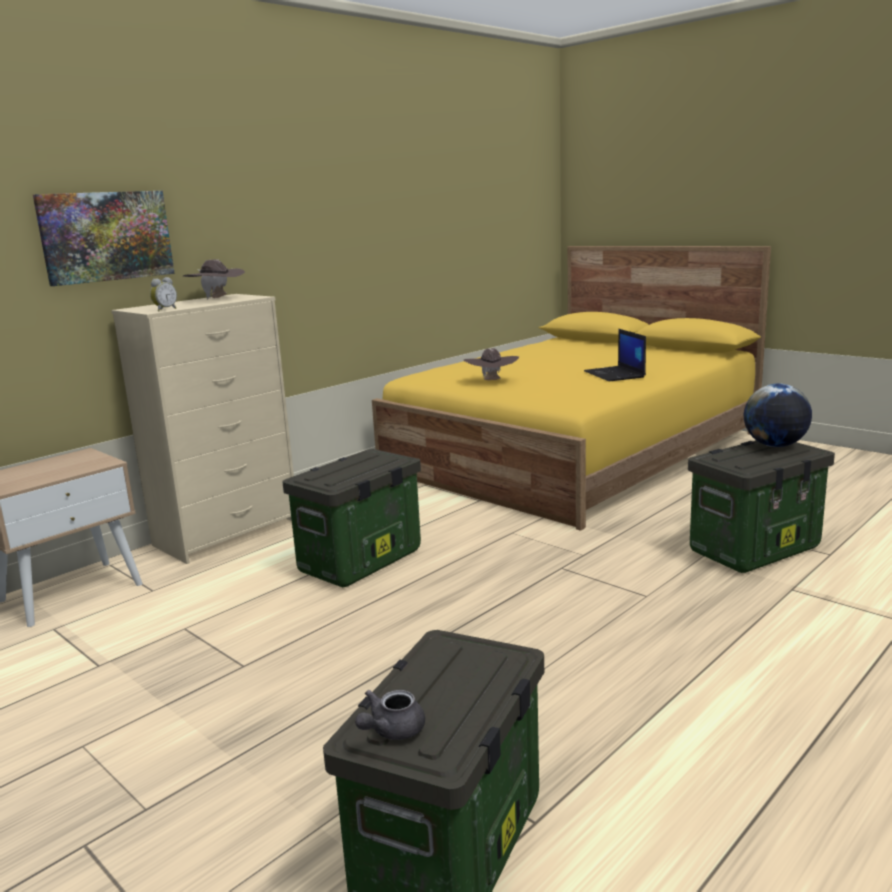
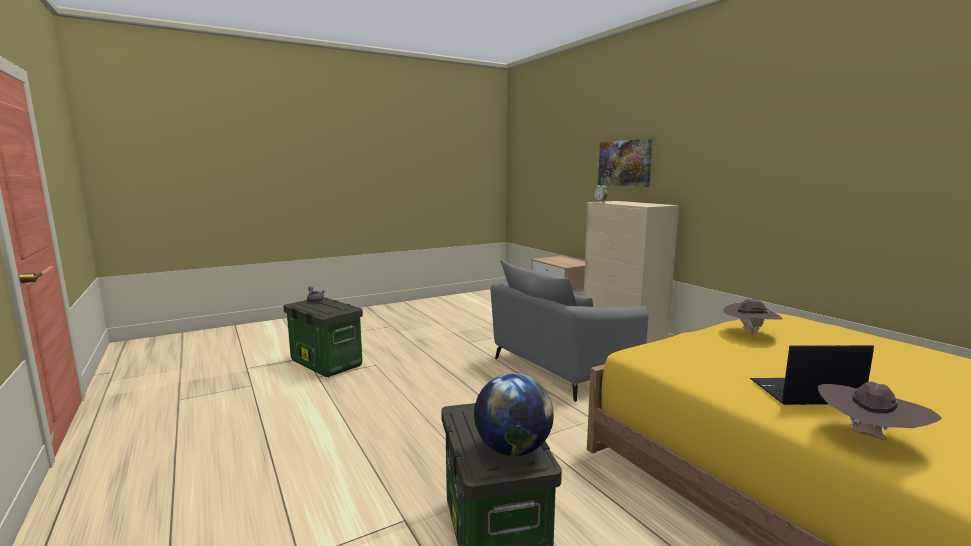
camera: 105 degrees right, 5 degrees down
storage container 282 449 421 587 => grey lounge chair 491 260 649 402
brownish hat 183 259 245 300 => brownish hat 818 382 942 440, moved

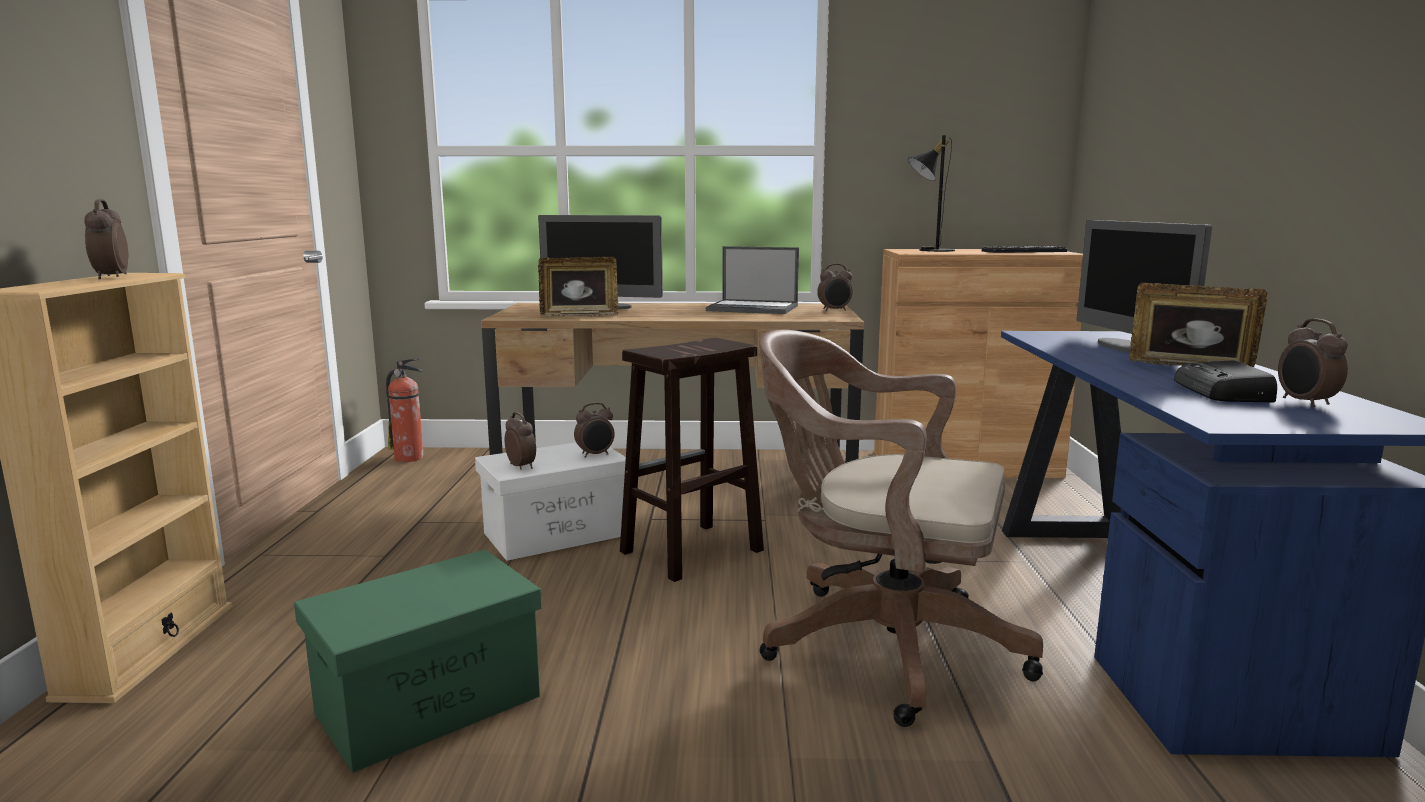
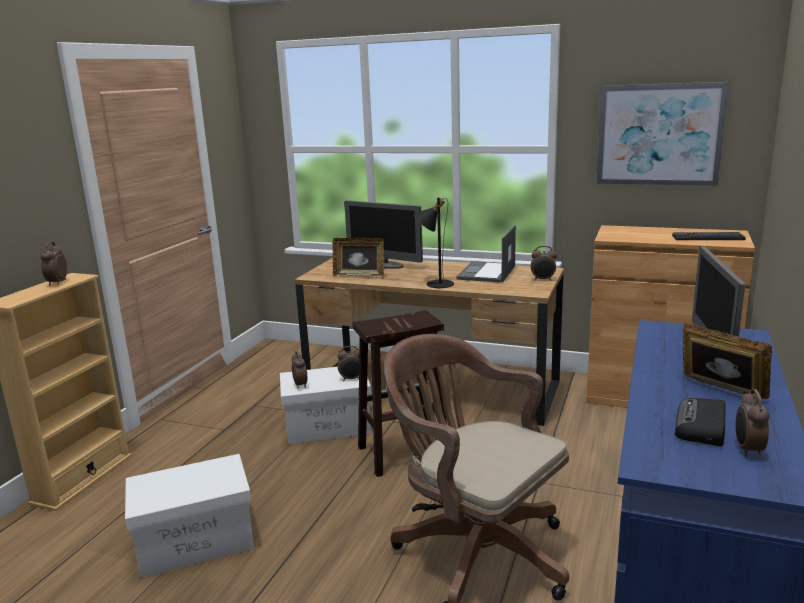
camera: 20 degrees right, 5 degrees up
green-coloured storage container 294 549 542 773 => whitish storage container 125 454 254 578
blackish tabletop lamp 908 135 955 252 => blackish tabletop lamp 414 197 454 288, moved
portable computer 706 246 799 314 => portable computer 457 225 516 283, 75 degrees clockwise
nothing => picture 597 82 729 186
extinguisher 386 358 424 462 => nothing

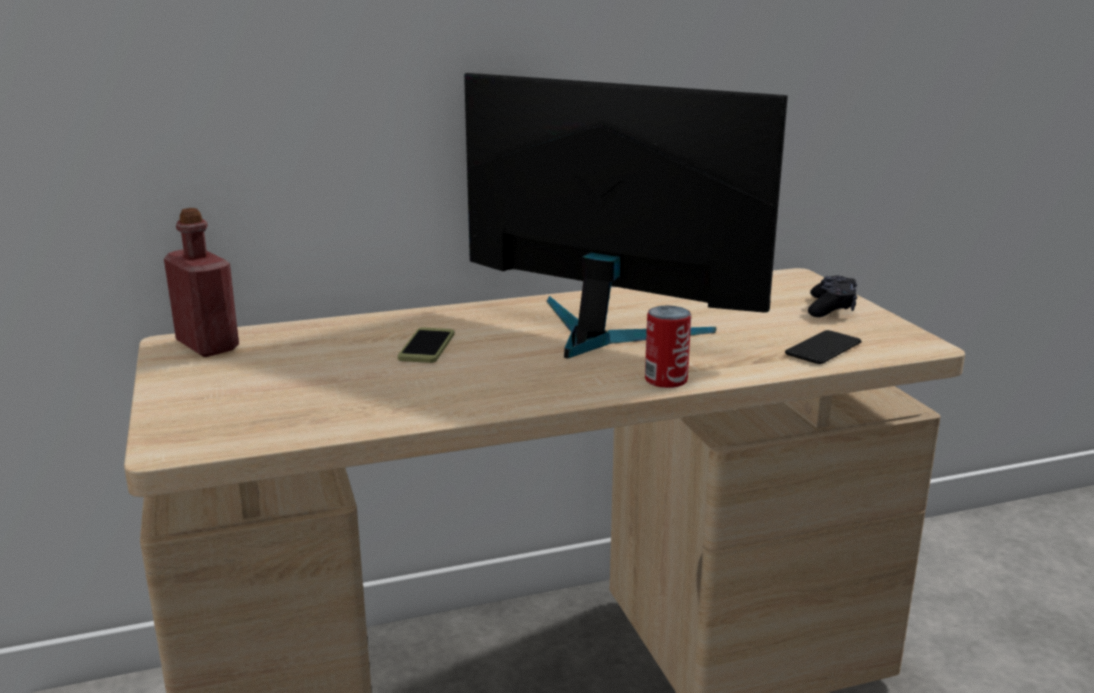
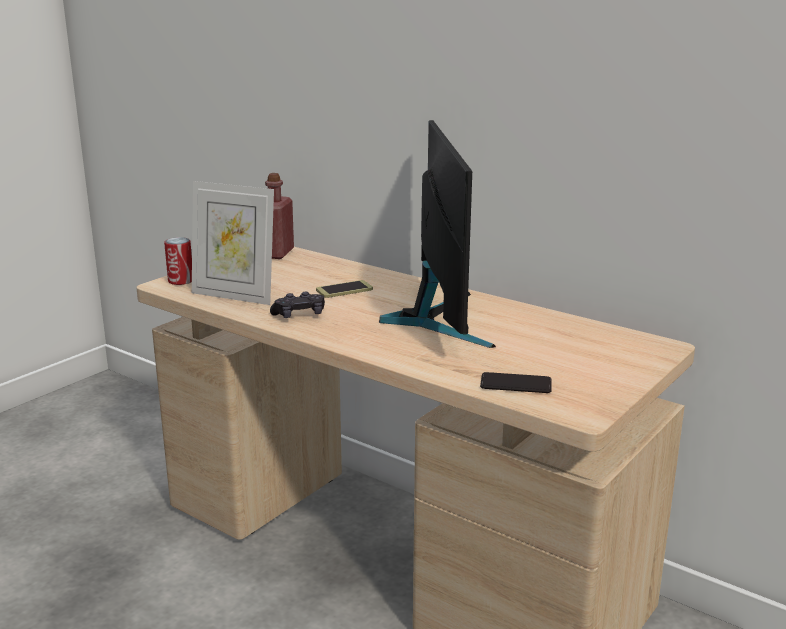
camera: 55 degrees right, 0 degrees up
sealed can 645 306 691 388 => sealed can 164 237 192 285, moved
nothing => photo frame 192 181 274 305
blackish game controller 808 276 857 317 => blackish game controller 270 292 325 318, moved

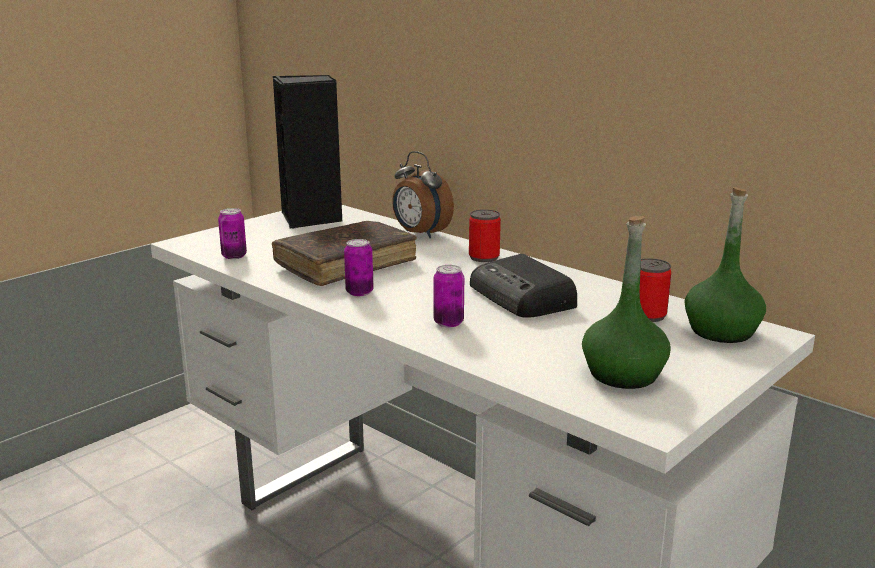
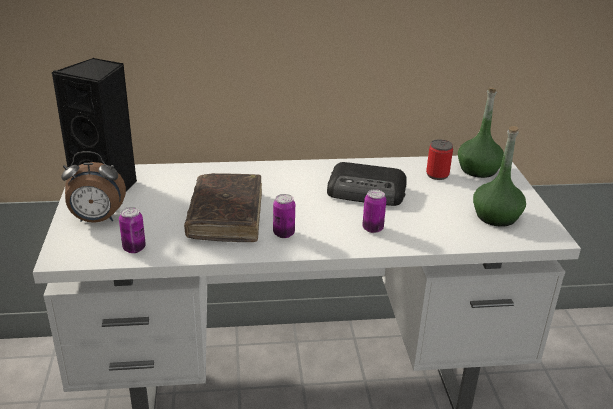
camera: 50 degrees left, 10 degrees up
table clock 392 151 454 238 => table clock 61 151 126 223, moved
sealed can 469 209 501 262 => nothing

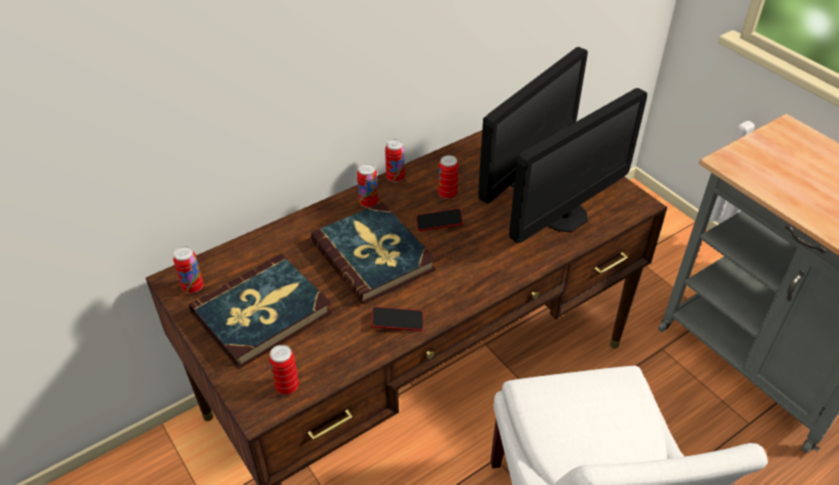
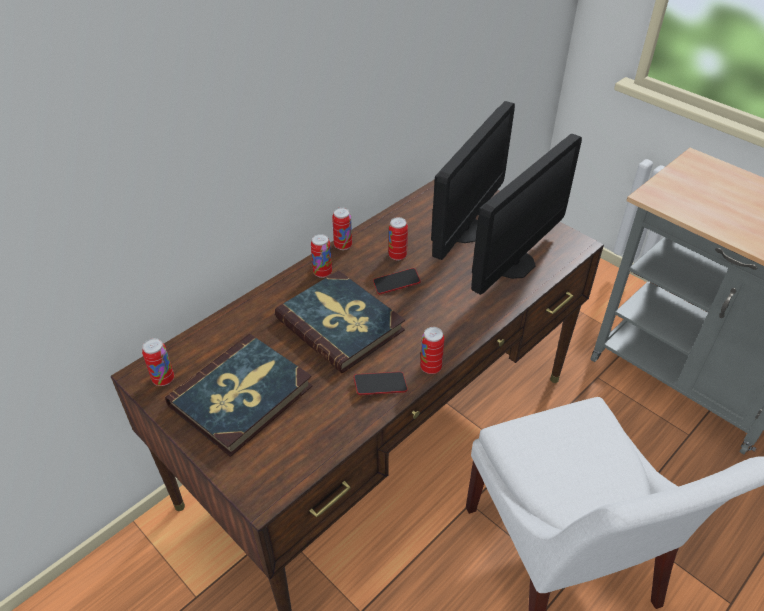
camera: 10 degrees left, 0 degrees up
sealed can 269 345 299 395 => sealed can 420 327 444 374, moved

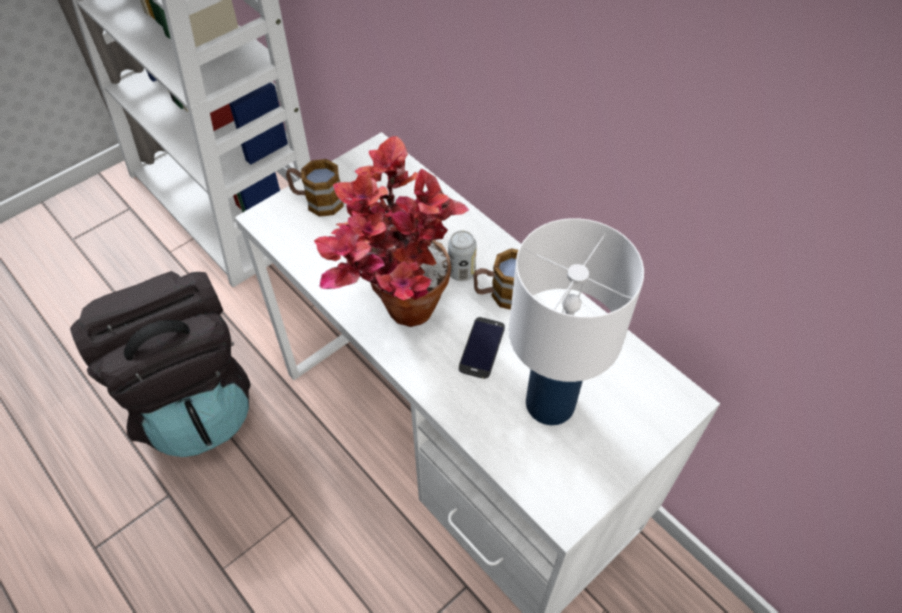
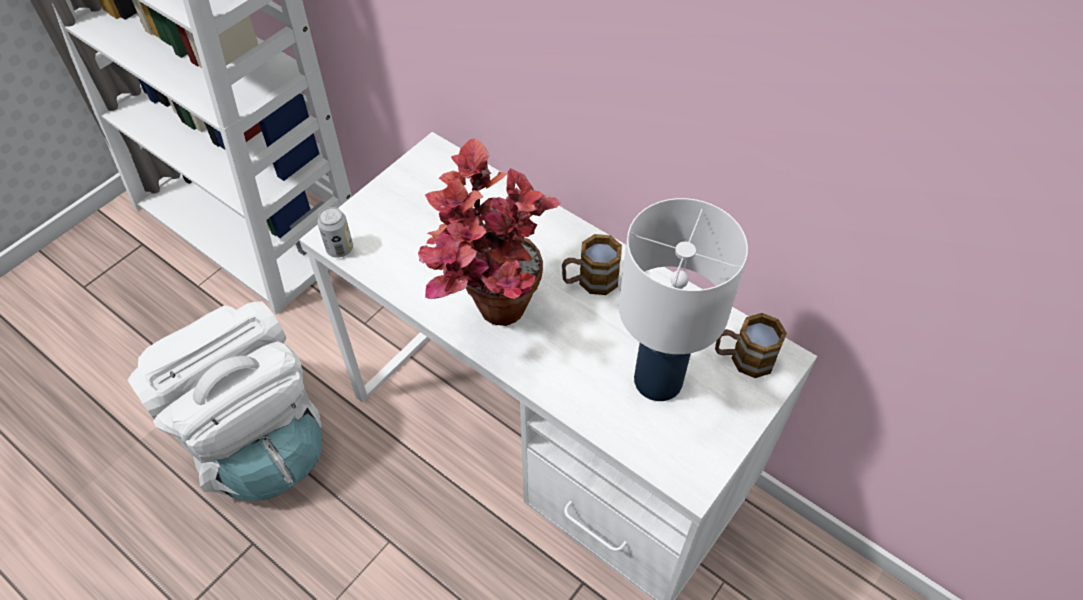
camera: 10 degrees left, 0 degrees up
blackish backpack 70 271 251 457 => whitish backpack 128 301 322 501
sealed can 448 231 477 281 => sealed can 317 207 353 258, moved
tea mug 286 159 344 217 => tea mug 715 313 787 378, moved
phone 459 317 505 379 => nothing

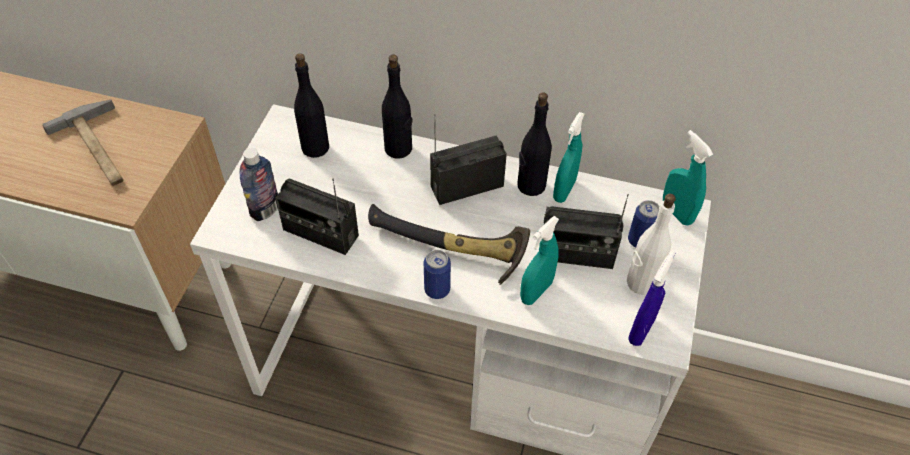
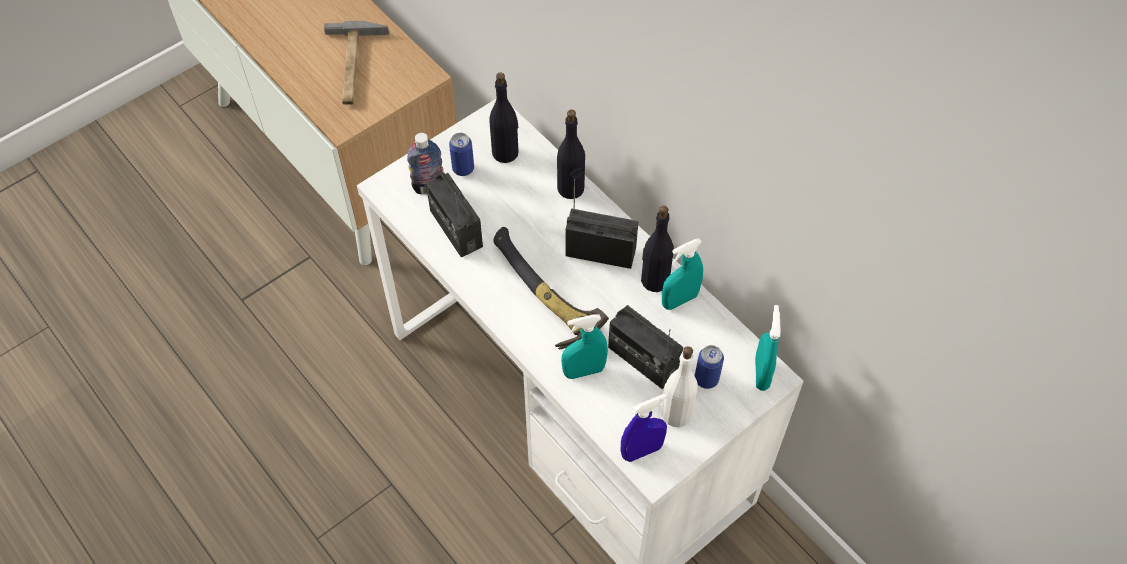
camera: 35 degrees right, 5 degrees up
sealed can 424 250 451 299 => sealed can 449 133 474 176, moved

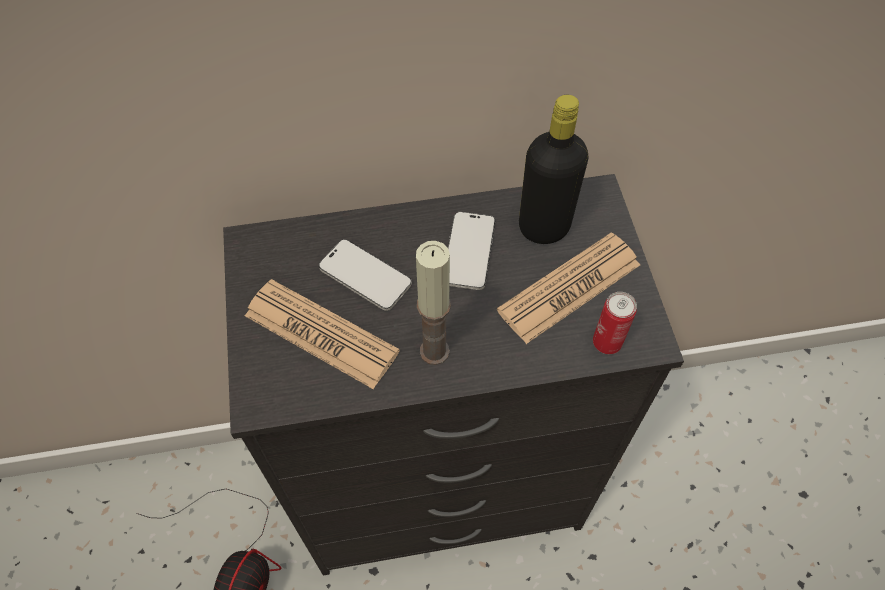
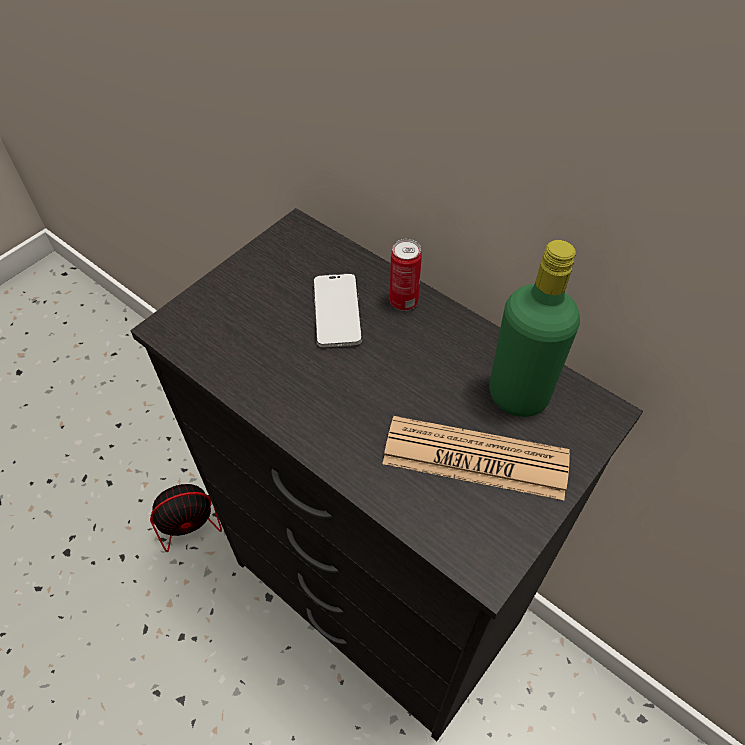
camera: 50 degrees right, 5 degrees down
sealed can 593 292 637 354 => sealed can 390 239 422 311, moved
blackish bottle 519 95 589 244 => green-coloured bottle 489 240 580 417
daily paper 245 279 400 389 => nothing
candle 416 241 451 365 => nothing
phone 448 212 495 290 => nothing

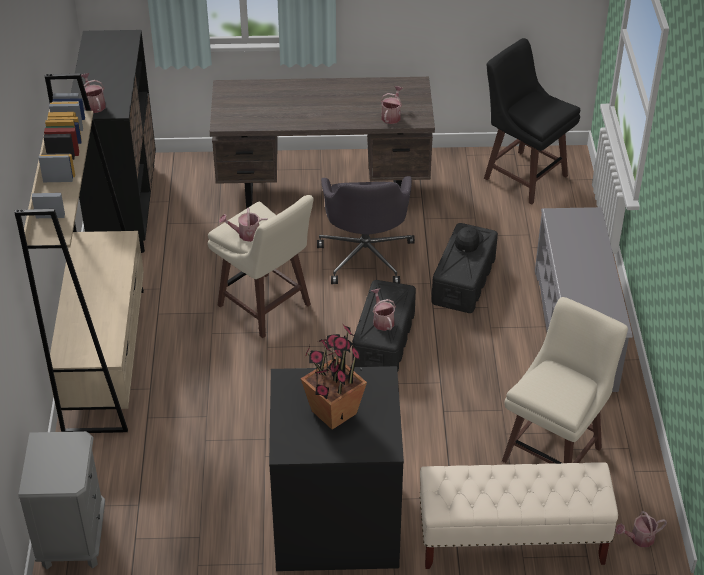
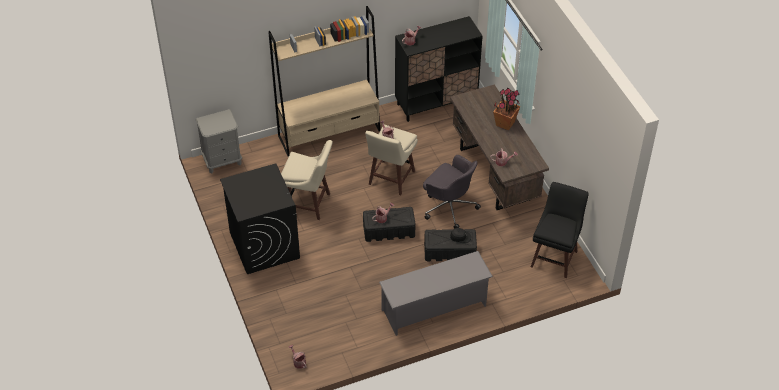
camera: 70 degrees right, 5 degrees up
beige-coloured stool 502 297 628 464 => beige-coloured stool 281 140 333 220, moved
grey office chair 317 176 415 284 => grey office chair 423 155 481 229, 120 degrees counterclockwise
plant in a pot 301 324 367 430 => plant in a pot 493 88 520 131, moved
beige-coloured bench 420 462 618 569 => nothing

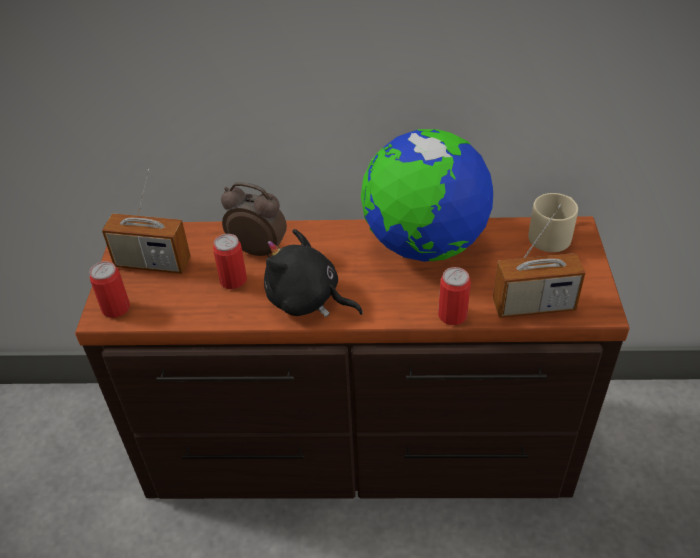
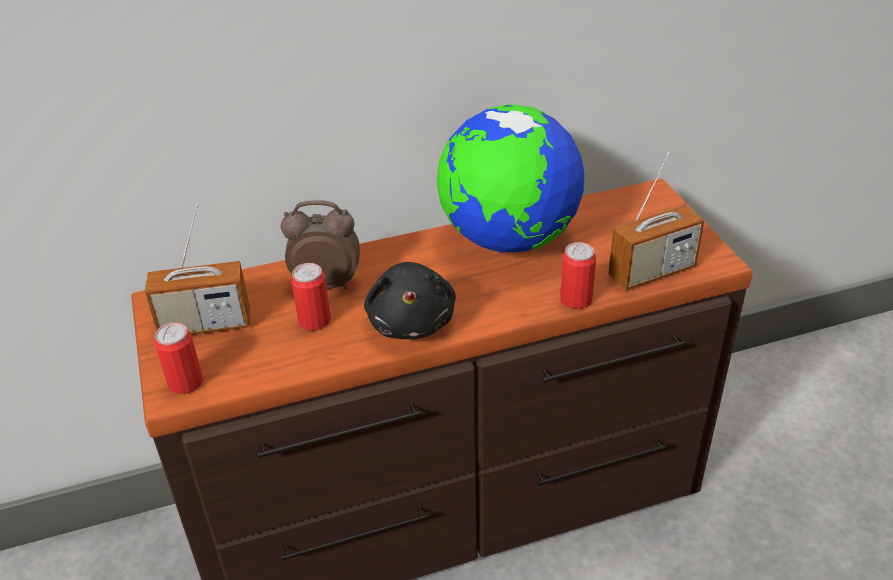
camera: 20 degrees left, 5 degrees down
blackish plush toy 264 229 363 317 => blackish plush toy 364 262 456 339, 105 degrees counterclockwise
beige-coloured tea mug 528 193 578 252 => nothing

